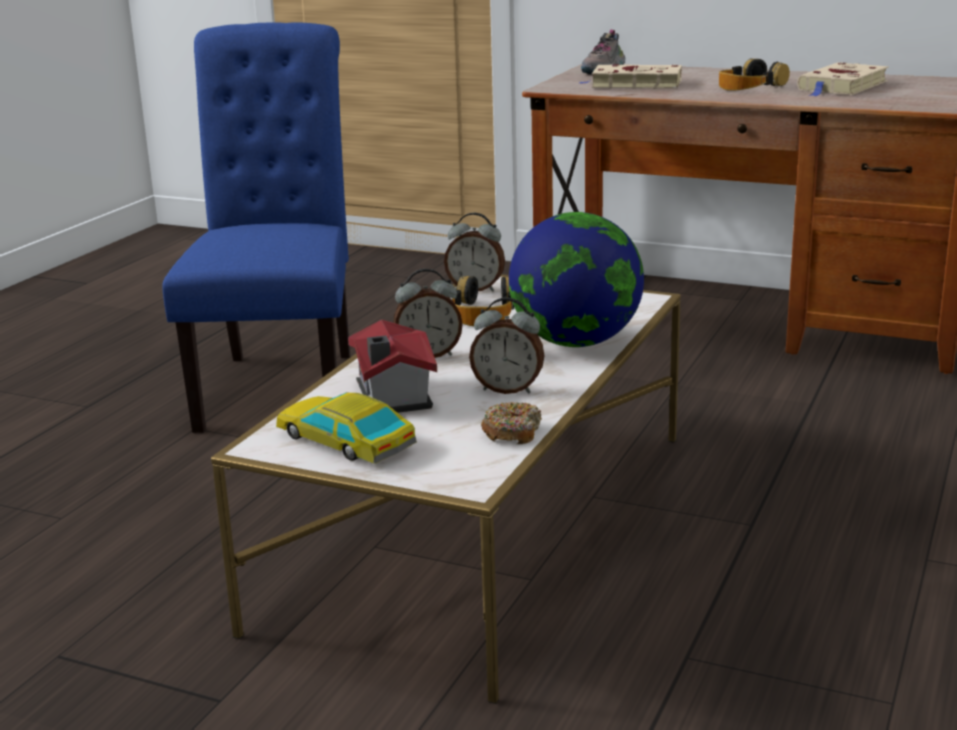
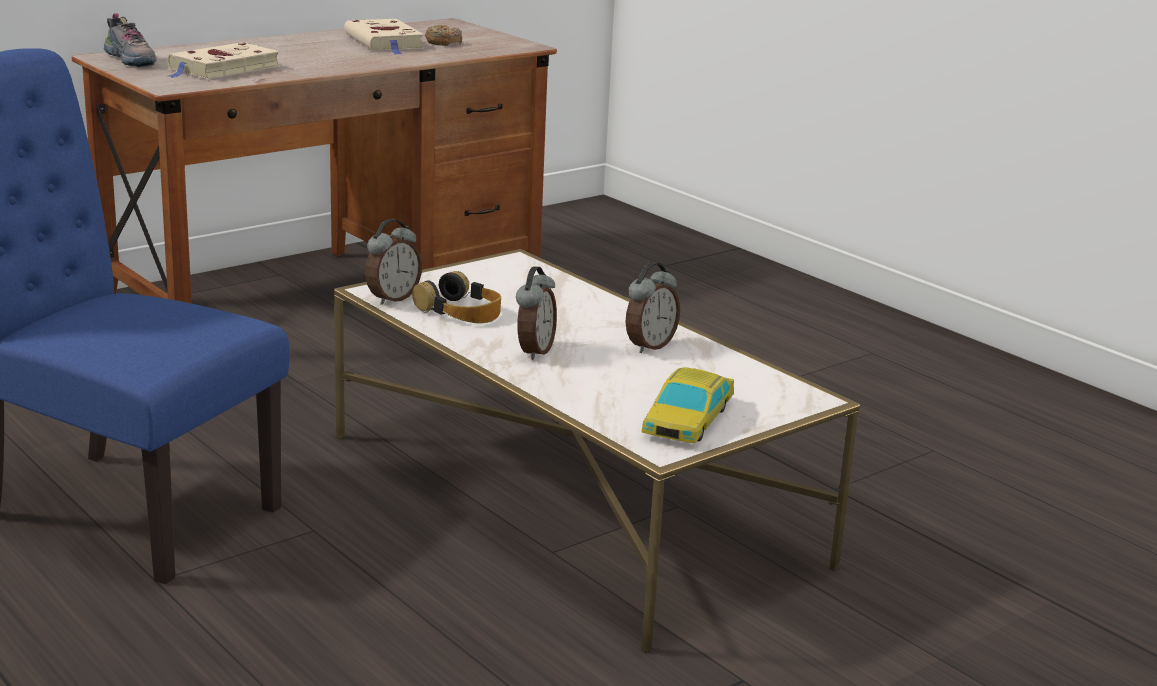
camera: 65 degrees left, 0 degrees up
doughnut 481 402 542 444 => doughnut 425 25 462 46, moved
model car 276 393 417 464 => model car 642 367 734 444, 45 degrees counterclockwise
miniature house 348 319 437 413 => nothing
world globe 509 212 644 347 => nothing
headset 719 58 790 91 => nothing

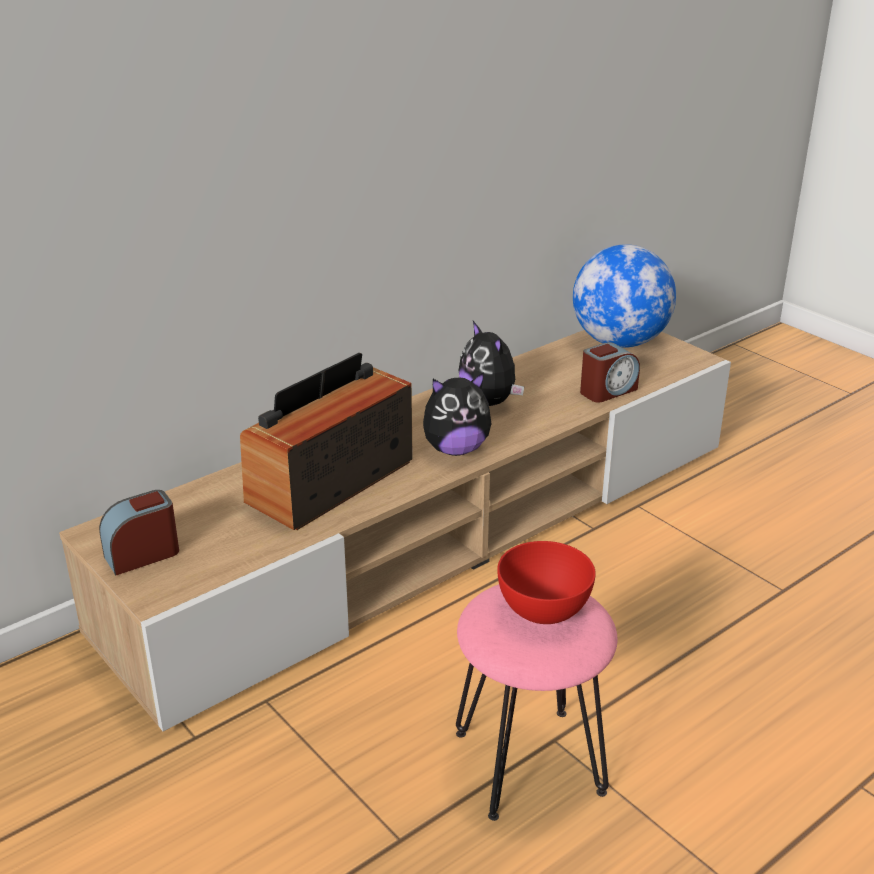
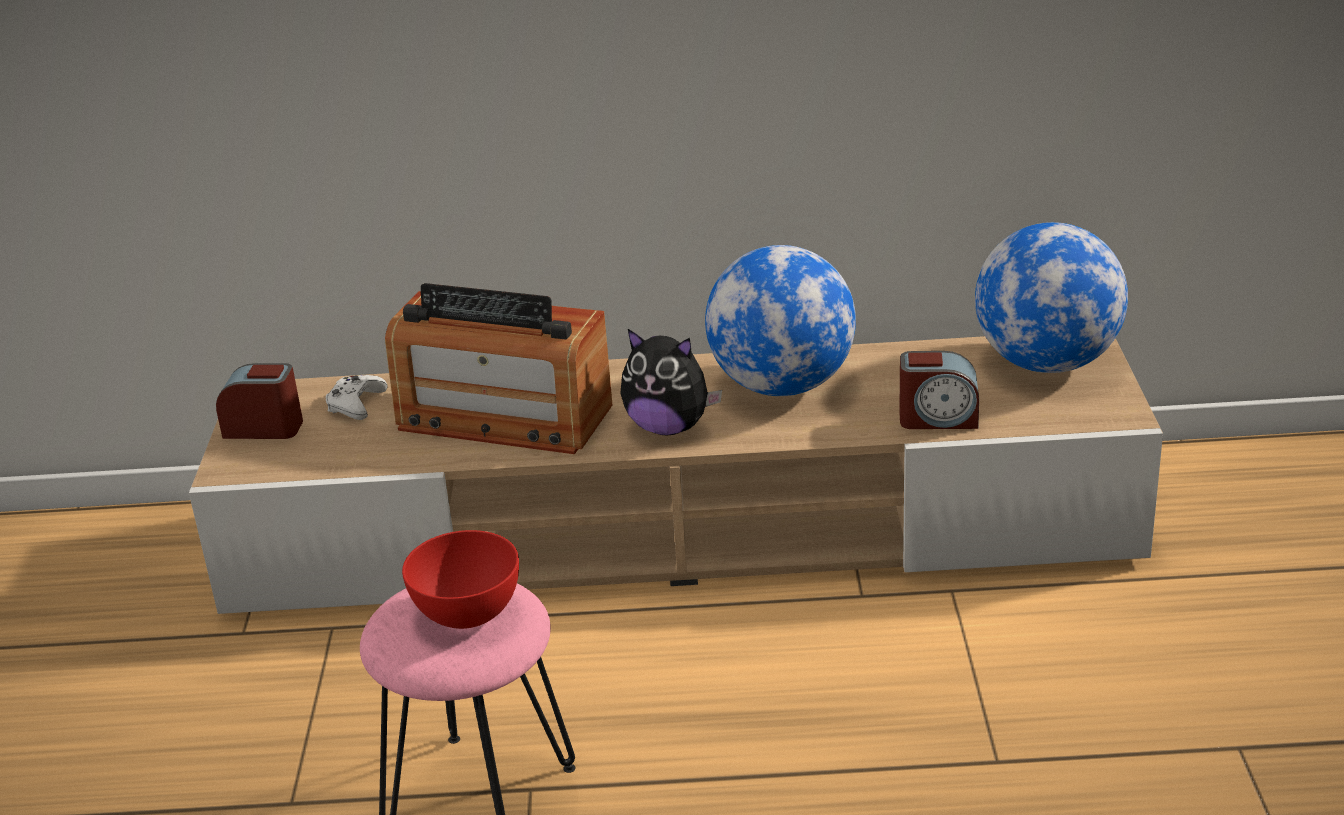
camera: 40 degrees right, 0 degrees up
nothing => whitish game controller 326 375 388 420
radio receiver 240 353 413 530 => radio receiver 385 283 612 454, 150 degrees counterclockwise
plush toy 459 321 524 406 => world globe 705 245 856 396

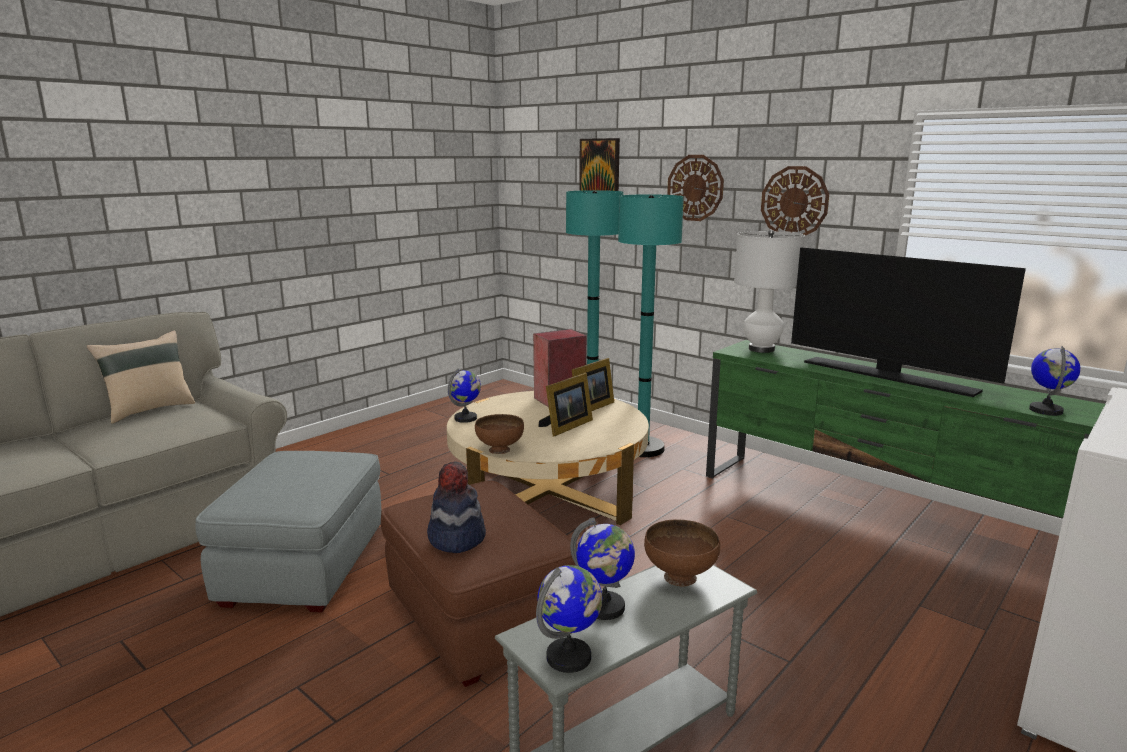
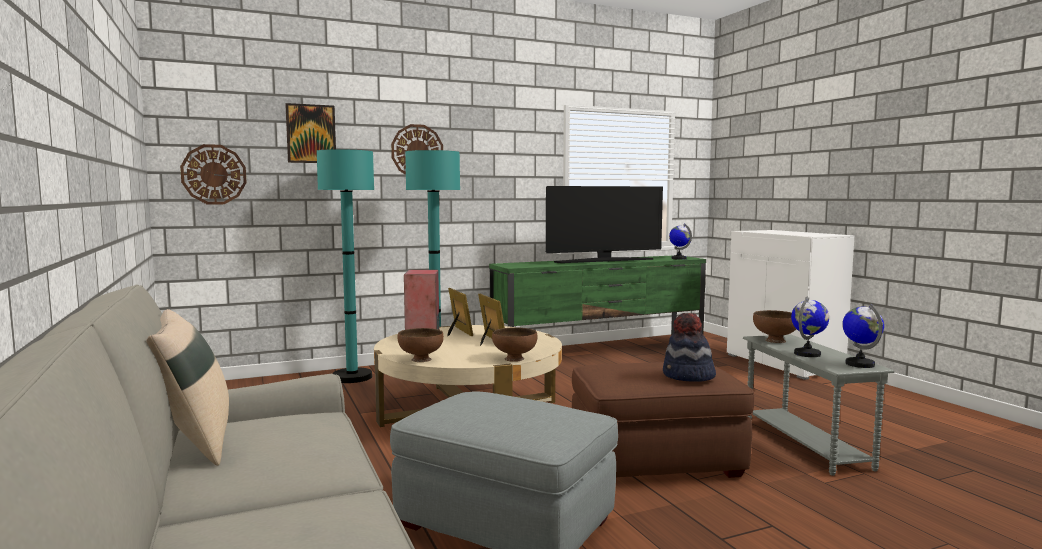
camera: 65 degrees left, 10 degrees down
hanging clock 761 166 829 236 => hanging clock 180 144 247 204, moved
world globe 448 368 481 423 => brownish deep dish 397 328 444 362
whitish tabletop lamp 734 230 805 353 => nothing

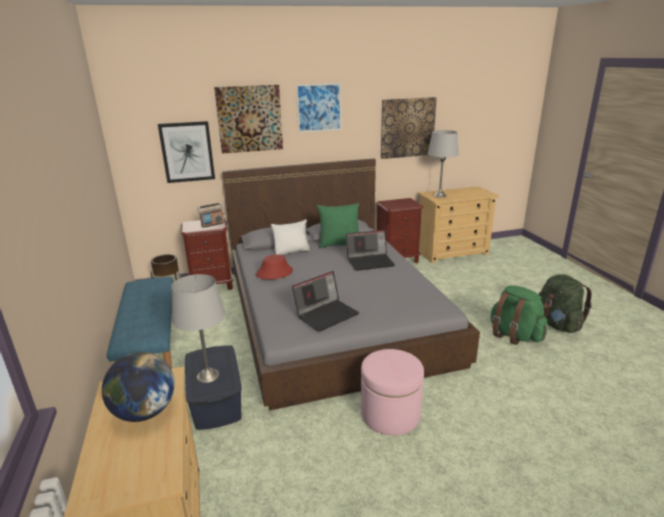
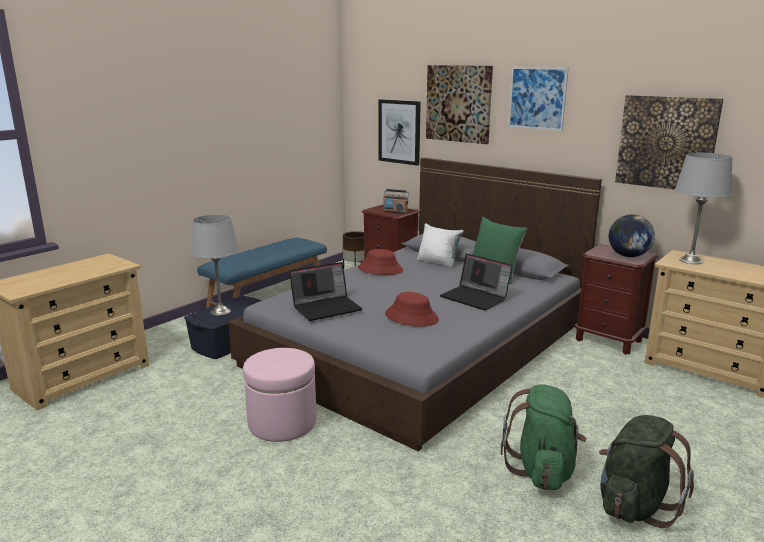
camera: 55 degrees right, 5 degrees down
portable computer 292 271 359 332 => portable computer 289 262 363 321, 45 degrees counterclockwise
nothing => red hat 385 292 439 327
world globe 102 352 175 422 => world globe 609 214 655 257, moved

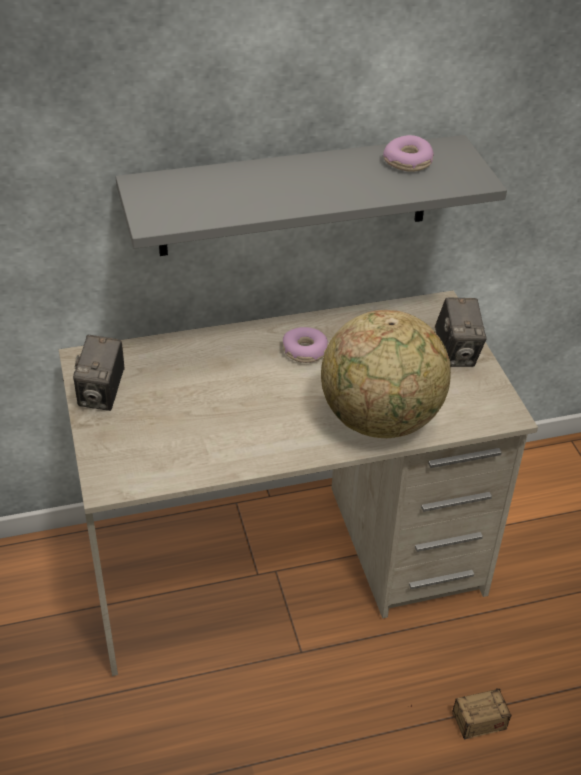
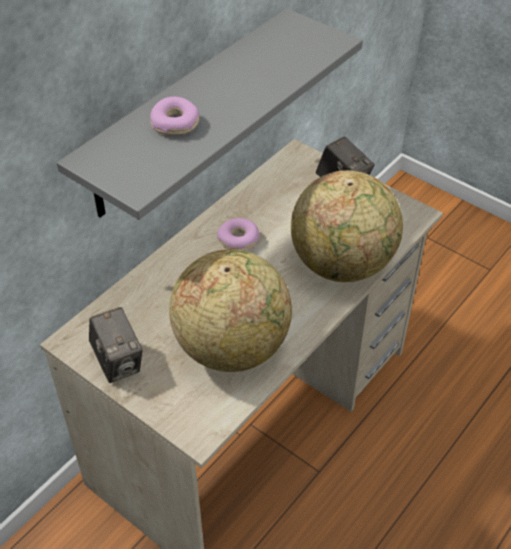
camera: 35 degrees left, 5 degrees up
doughnut 383 135 434 172 => doughnut 150 97 200 135, moved
nothing => world globe 169 249 292 372
storage container 411 688 511 740 => nothing

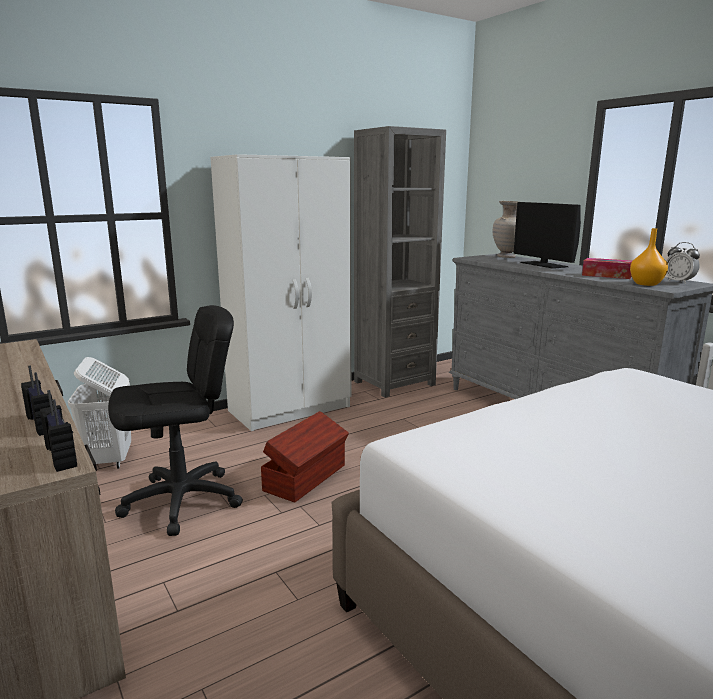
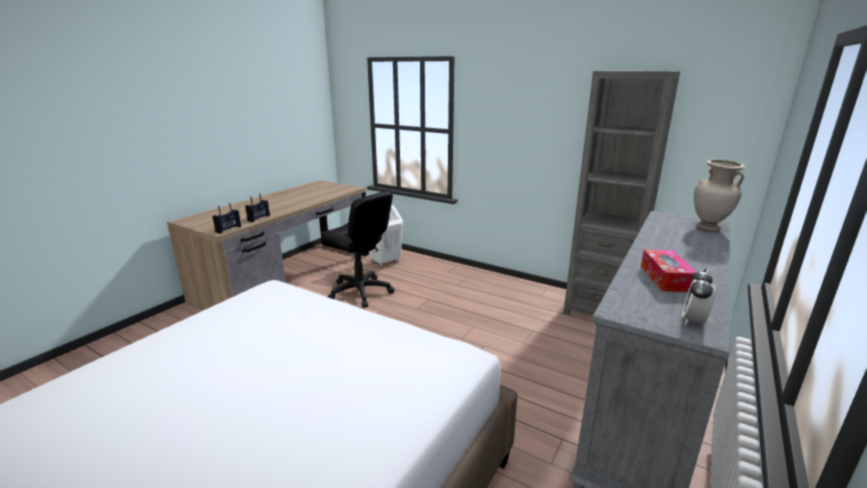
camera: 65 degrees right, 5 degrees up
whitish wardrobe 210 154 351 431 => nothing
brownish storage container 261 411 349 502 => nothing
monitor 513 202 581 269 => nothing
orangey decorative vase 630 228 668 286 => nothing

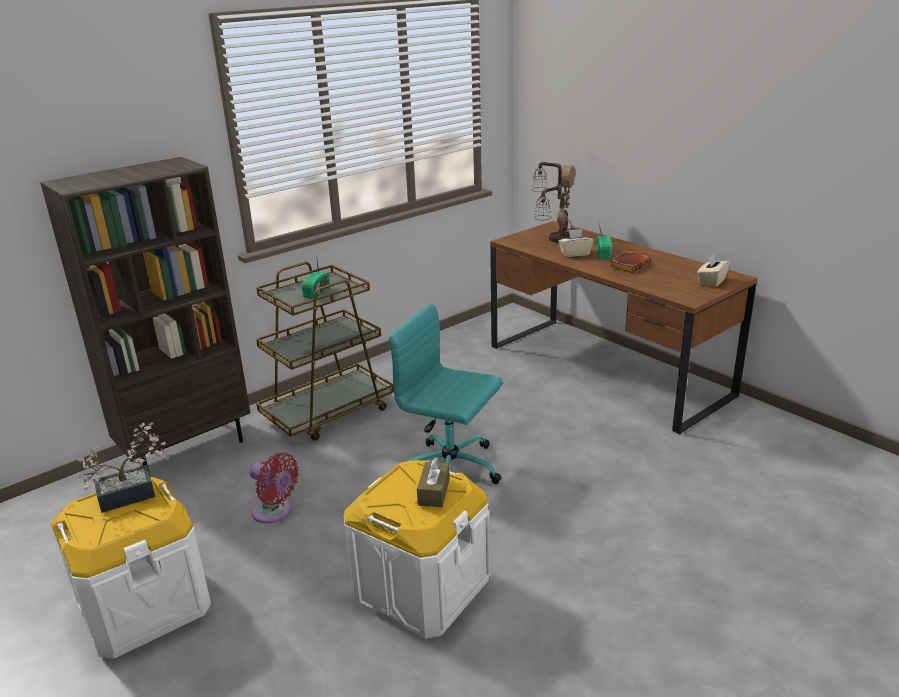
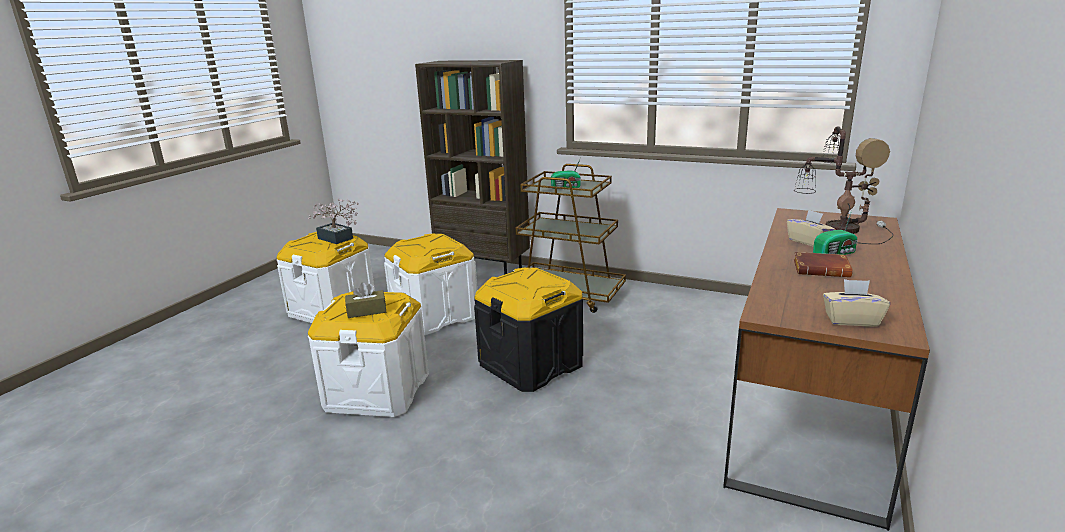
camera: 65 degrees right, 5 degrees down
red electric fan 249 453 299 523 => whitish storage container 384 233 477 335
turquoise-coloured office chair 389 303 503 484 => blackish storage container 474 268 583 392

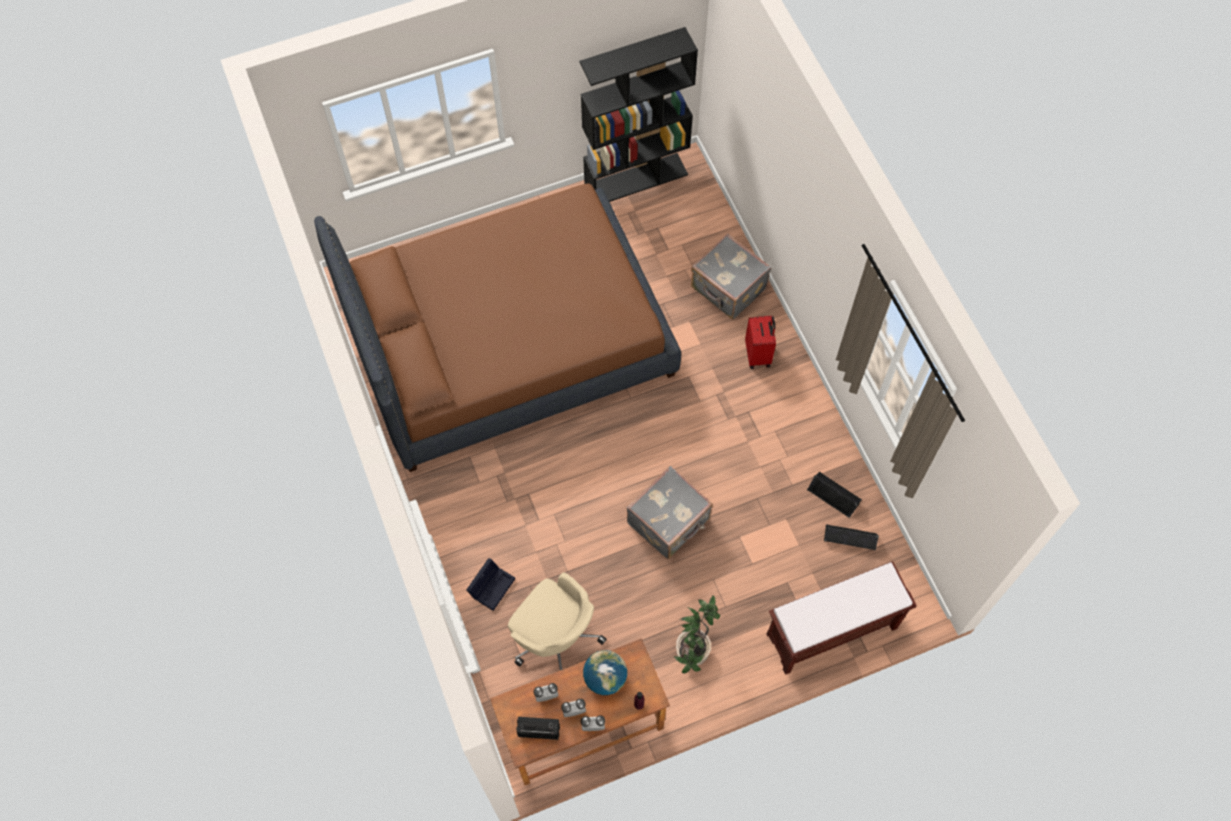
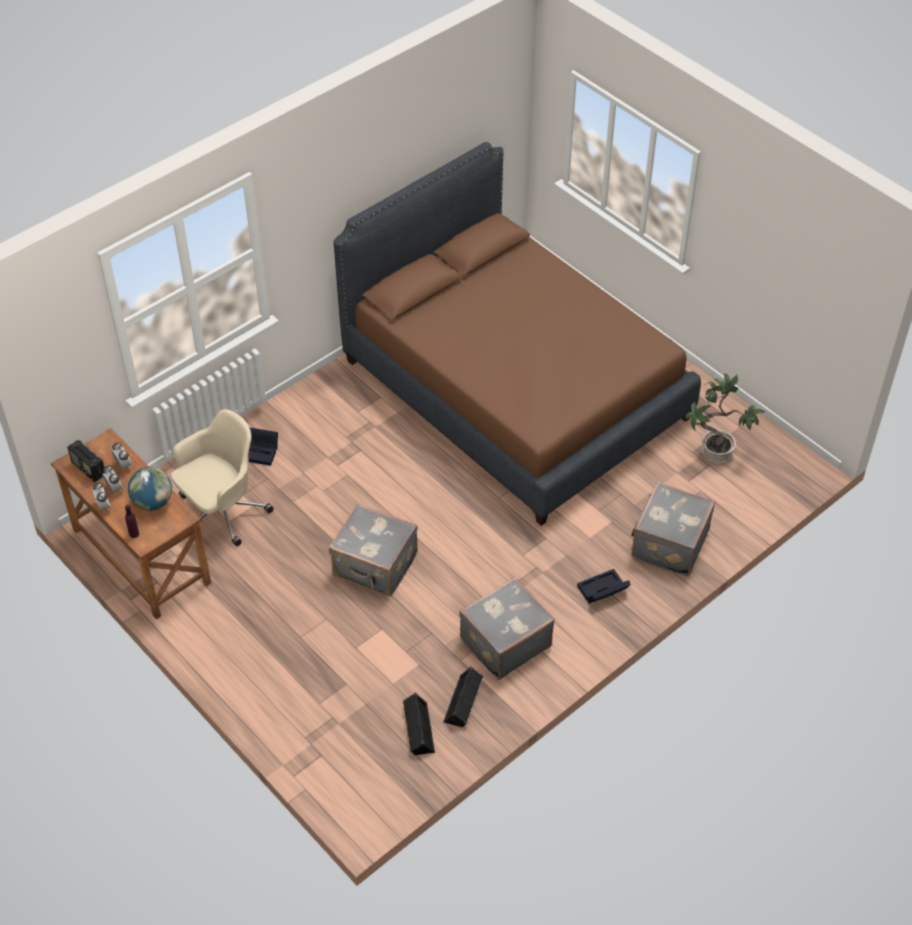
camera: 70 degrees right, 15 degrees down
radio receiver 516 717 560 740 => radio receiver 67 440 104 482, 150 degrees clockwise
beige-coloured office chair 508 572 607 670 => beige-coloured office chair 171 409 274 546, 150 degrees counterclockwise
nothing => grey travel case 459 577 555 680
red travel case 745 316 776 369 => blackish storage container 577 569 631 604
plant in a pot 673 595 720 673 => plant in a pot 685 373 765 465, moved
blackish shelving unit 579 27 698 202 => nothing
brownish bench 767 561 917 675 => nothing

